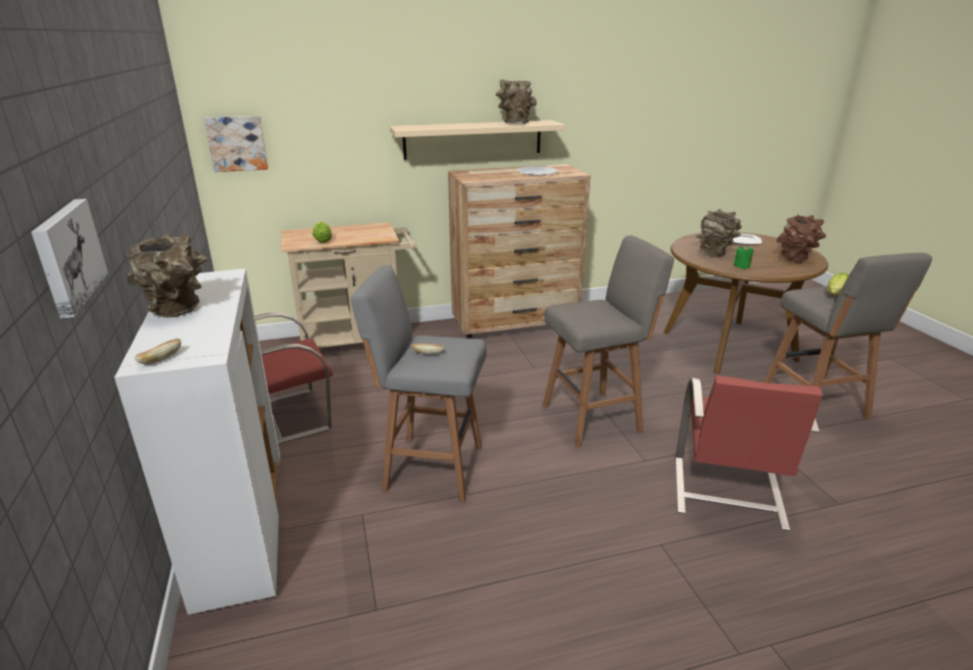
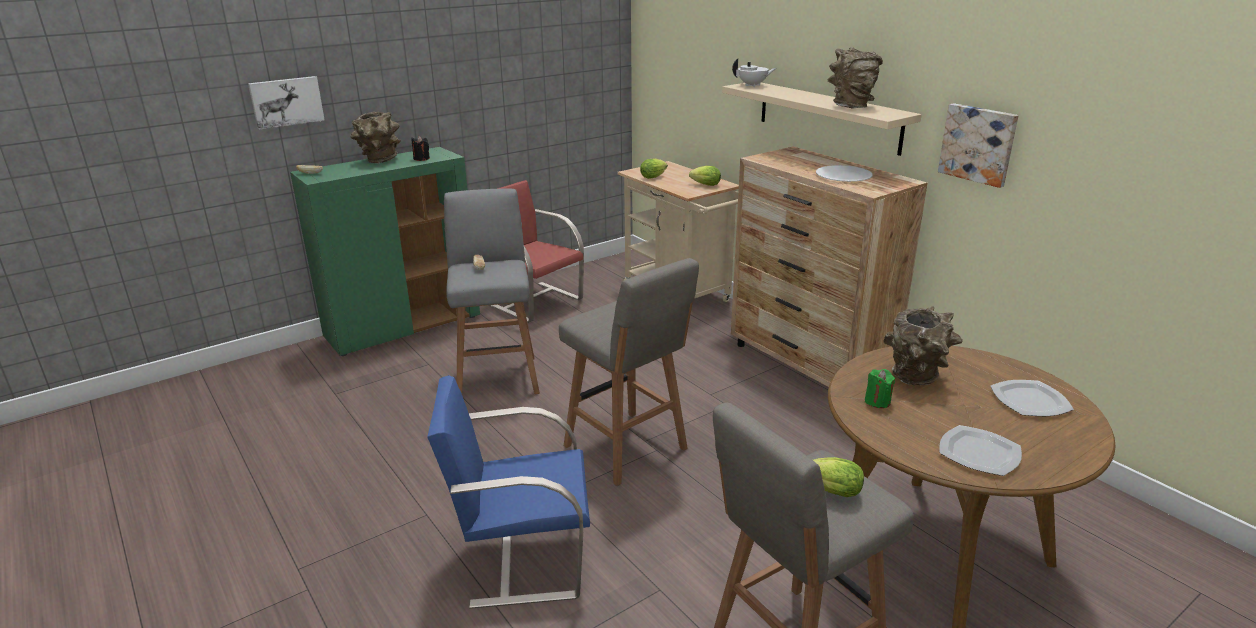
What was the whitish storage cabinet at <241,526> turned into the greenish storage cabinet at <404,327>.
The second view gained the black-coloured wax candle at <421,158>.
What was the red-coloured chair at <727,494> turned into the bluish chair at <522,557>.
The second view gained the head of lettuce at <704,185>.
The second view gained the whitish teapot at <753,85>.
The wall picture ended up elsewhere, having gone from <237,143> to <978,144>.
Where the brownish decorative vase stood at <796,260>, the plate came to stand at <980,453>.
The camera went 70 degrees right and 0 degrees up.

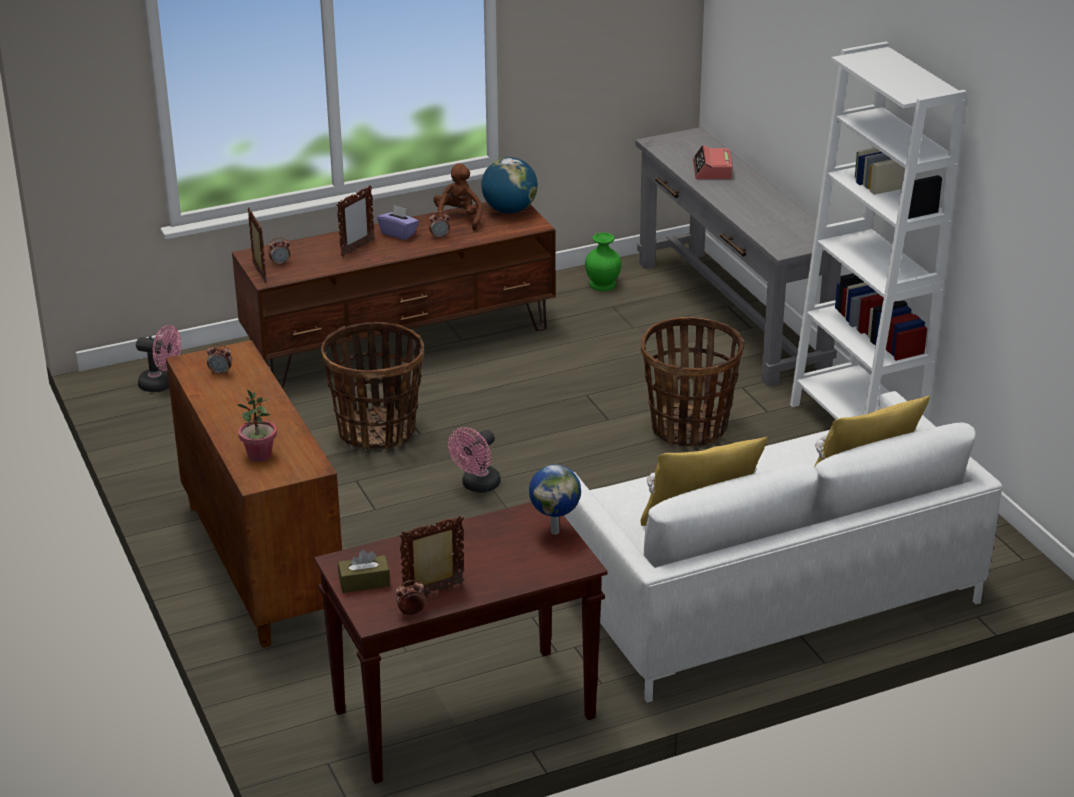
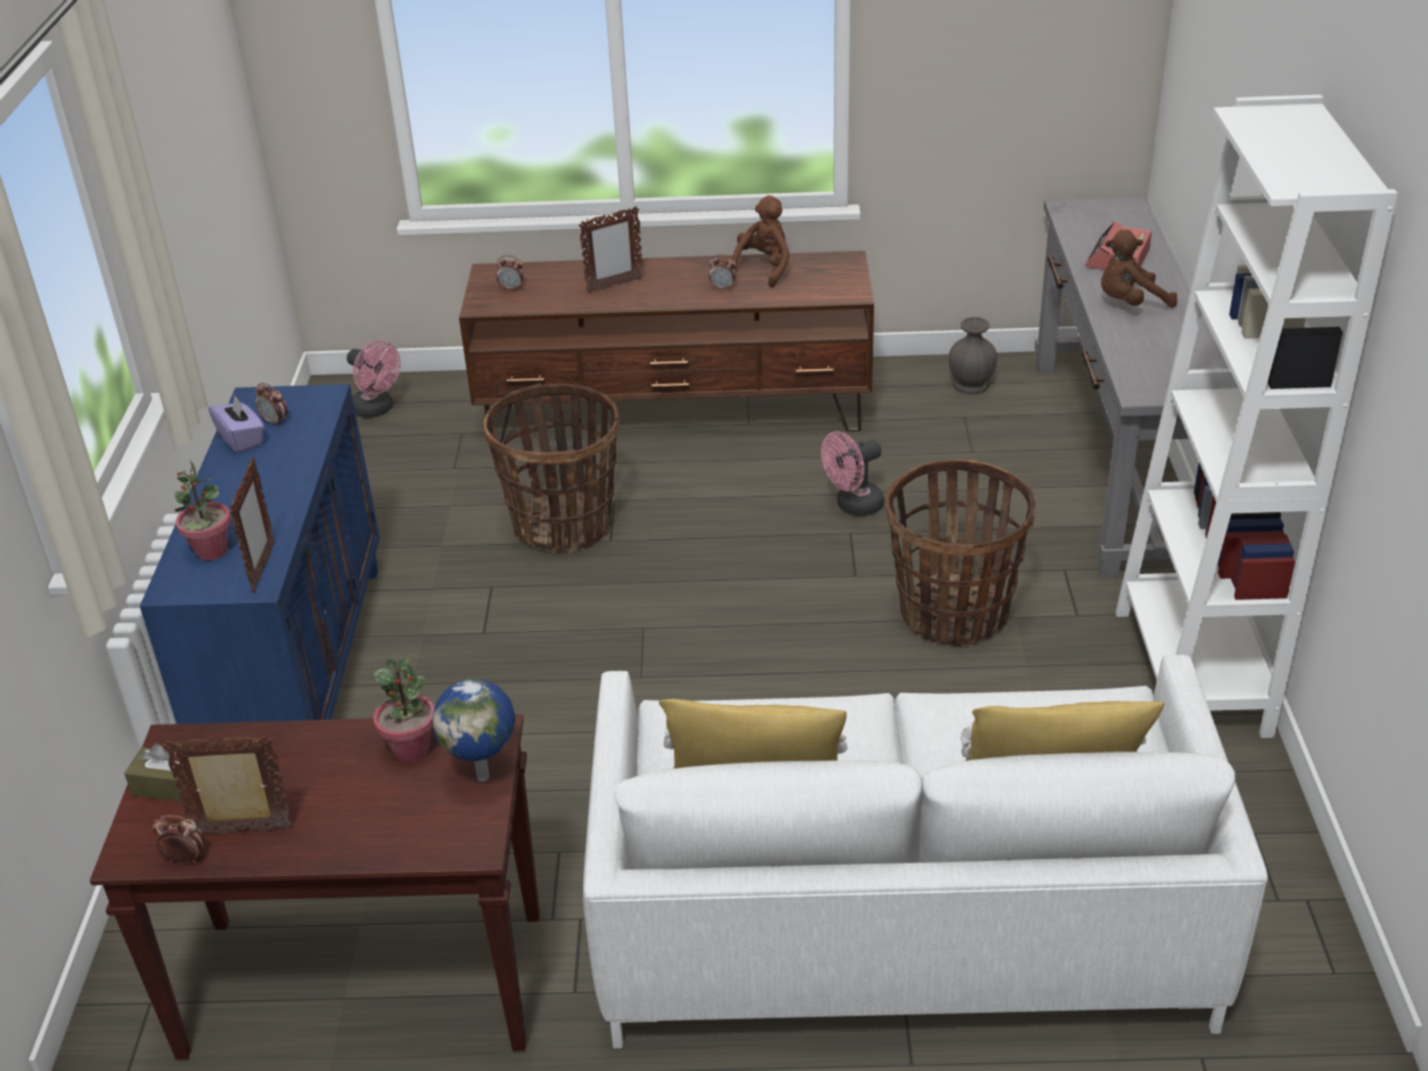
What was the brownish storage cabinet at <259,563> turned into the bluish storage cabinet at <299,673>.
The purple tissue box ended up elsewhere, having gone from <398,233> to <241,439>.
The picture frame ended up elsewhere, having gone from <259,273> to <263,568>.
The second view gained the potted plant at <411,749>.
The pink fan ended up elsewhere, having gone from <477,486> to <853,506>.
What was the greenish decorative vase at <603,284> turned into the greyish decorative vase at <971,384>.
The second view gained the brownish cuddly toy at <1130,303>.
The second view lost the world globe at <509,210>.
The camera went 25 degrees right and 5 degrees up.

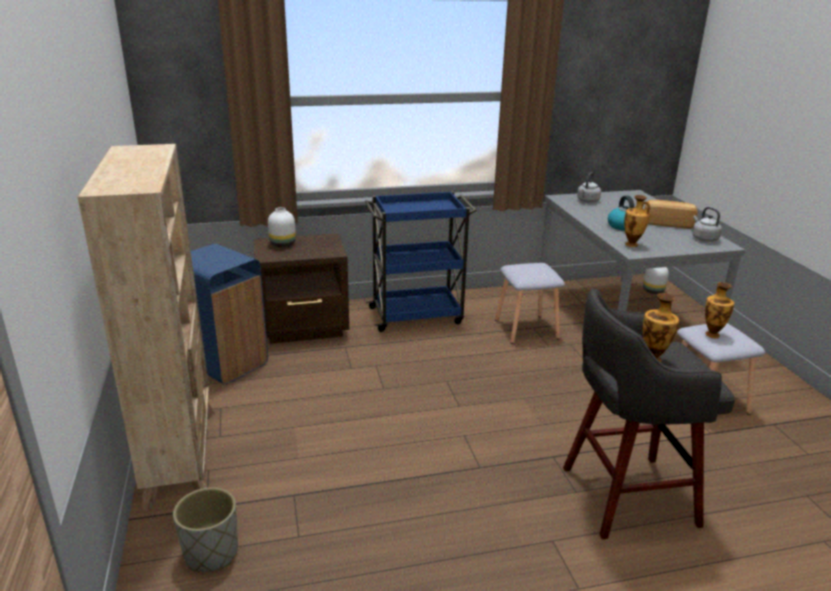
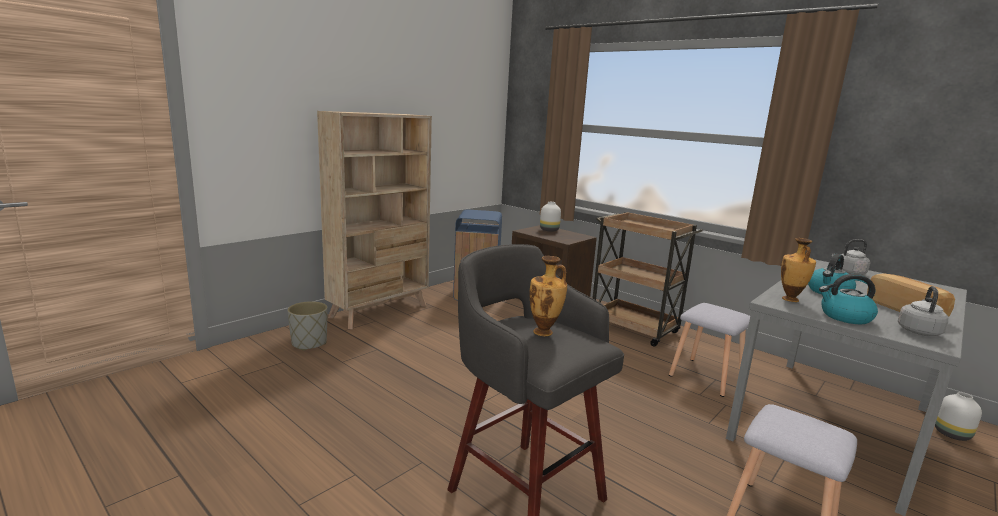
What was the bluish cart at <417,315> turned into the brownish cart at <634,328>.
The second view gained the tea kettle at <845,317>.
The second view lost the decorative vase at <712,334>.
The camera went 55 degrees right and 10 degrees down.

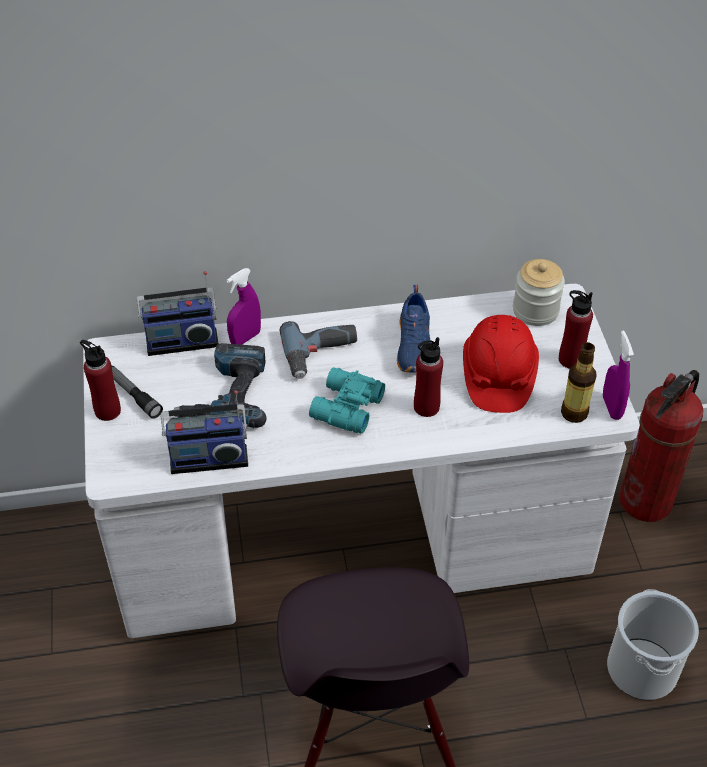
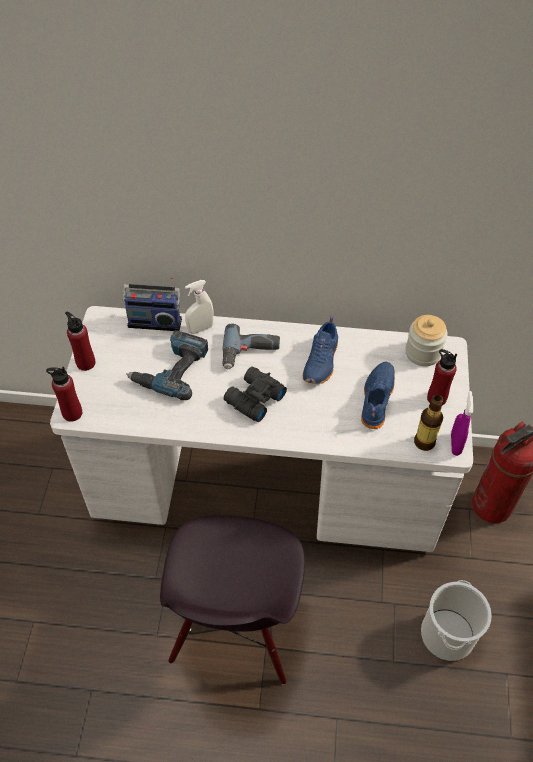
The red-coloured beverage bottle ended up elsewhere, having gone from <426,407> to <72,413>.
What was the purple spray bottle at <245,338> turned into the whitish spray bottle at <200,329>.
What was the turquoise-coloured pair of binoculars at <345,408> turned into the black-coloured pair of binoculars at <253,399>.
Where the red-coloured hard hat stood at <497,376>, the bluish low shoe came to stand at <375,399>.
The second view lost the flashlight at <134,395>.
The second view lost the radio receiver at <209,457>.
The camera went 15 degrees right and 5 degrees up.

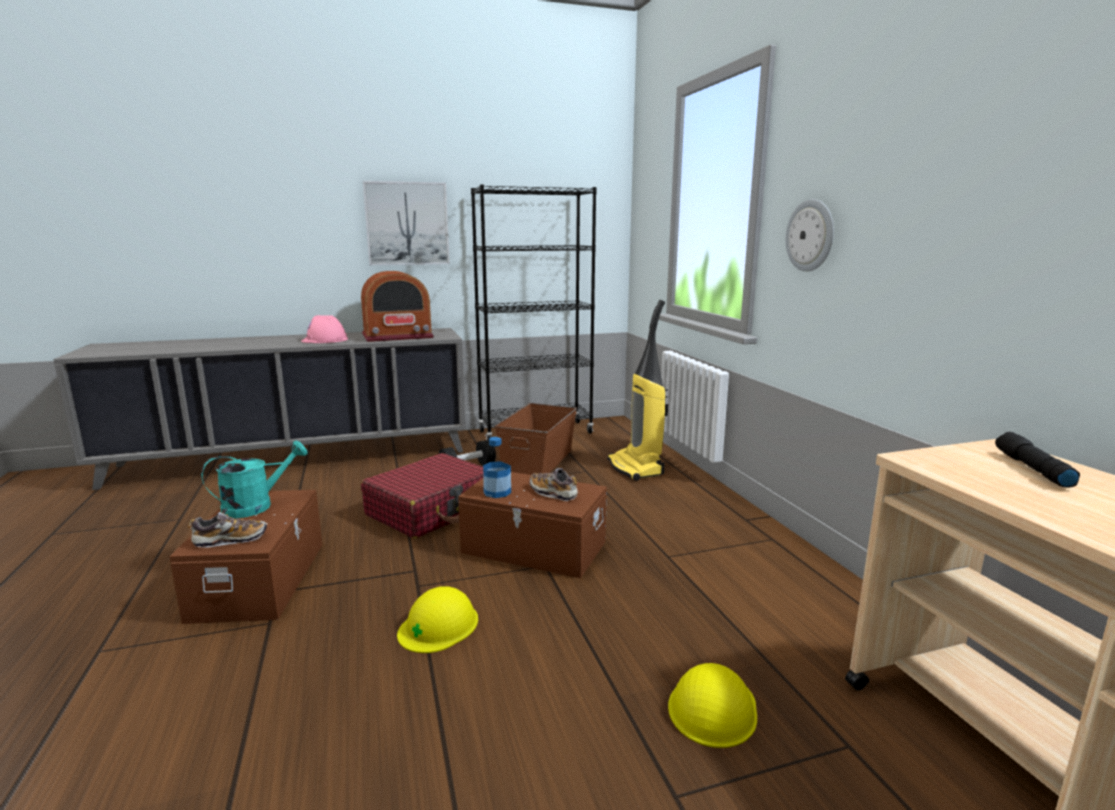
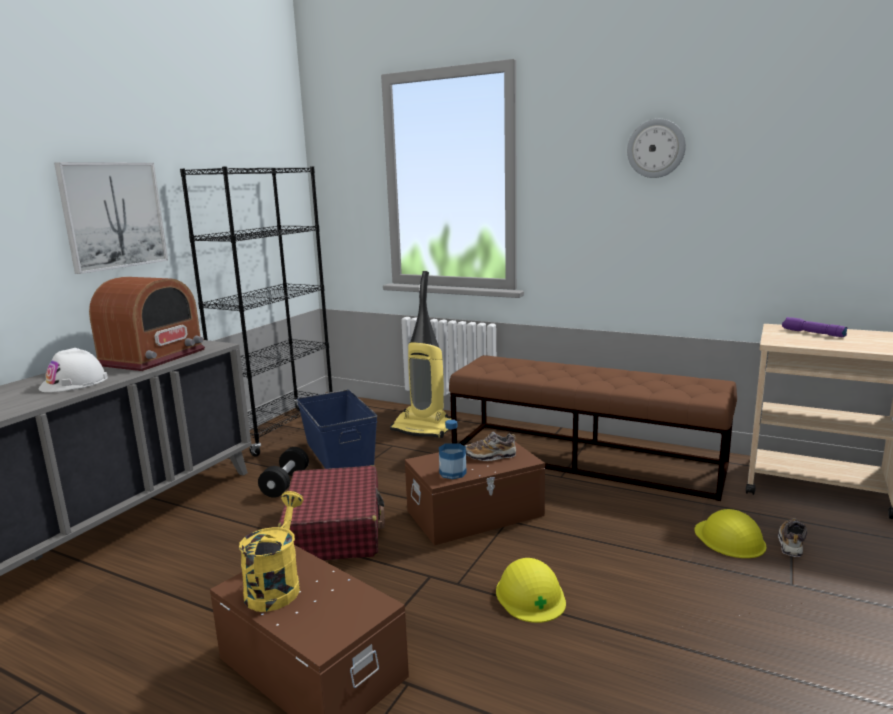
What was the pink hard hat at <325,340> turned into the whitish hard hat at <74,383>.
What was the turquoise-coloured watering can at <256,506> turned into the yellowish watering can at <276,585>.
What was the brownish storage bin at <539,462> turned into the bluish storage bin at <339,454>.
The second view gained the brownish indoor bench at <586,458>.
The wall clock ended up elsewhere, having gone from <810,235> to <656,148>.
The low shoe ended up elsewhere, having gone from <230,540> to <791,543>.
What was the black-coloured flashlight at <1031,469> turned into the purple flashlight at <812,333>.
The camera went 45 degrees left and 0 degrees up.

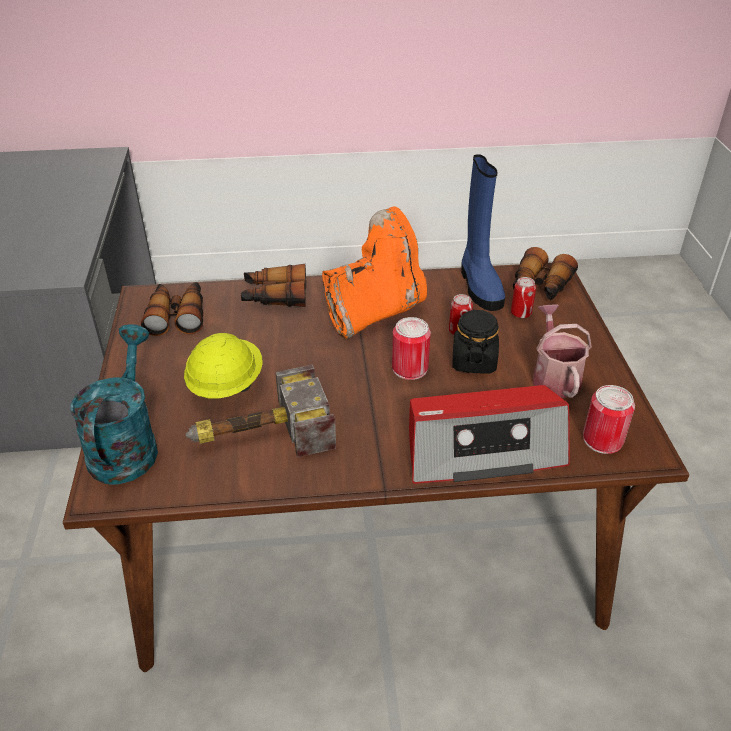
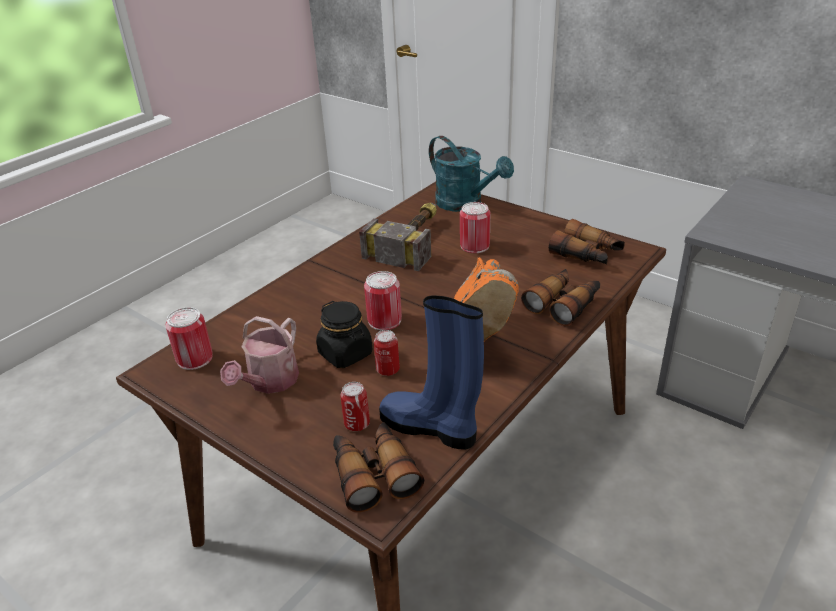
The watering can at <554,376> ended up facing another way, 75 degrees clockwise from before.
Where the yellowish hard hat stood at <226,385>, the sealed can came to stand at <474,246>.
The second view lost the radio receiver at <482,449>.
The camera went 135 degrees right and 5 degrees down.

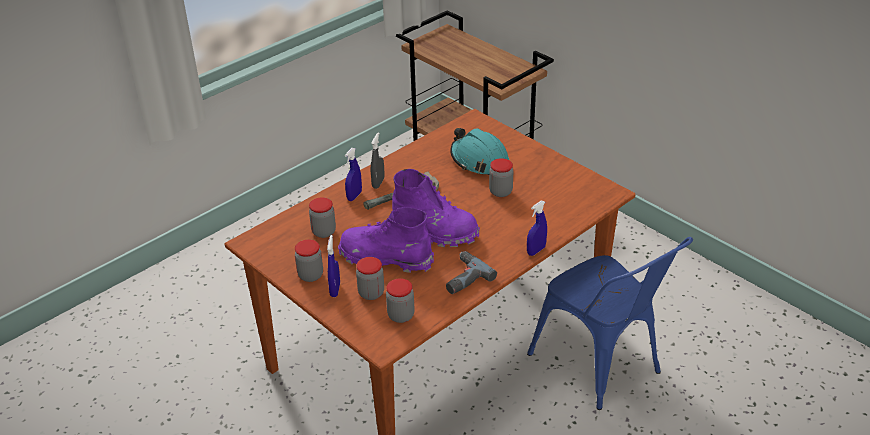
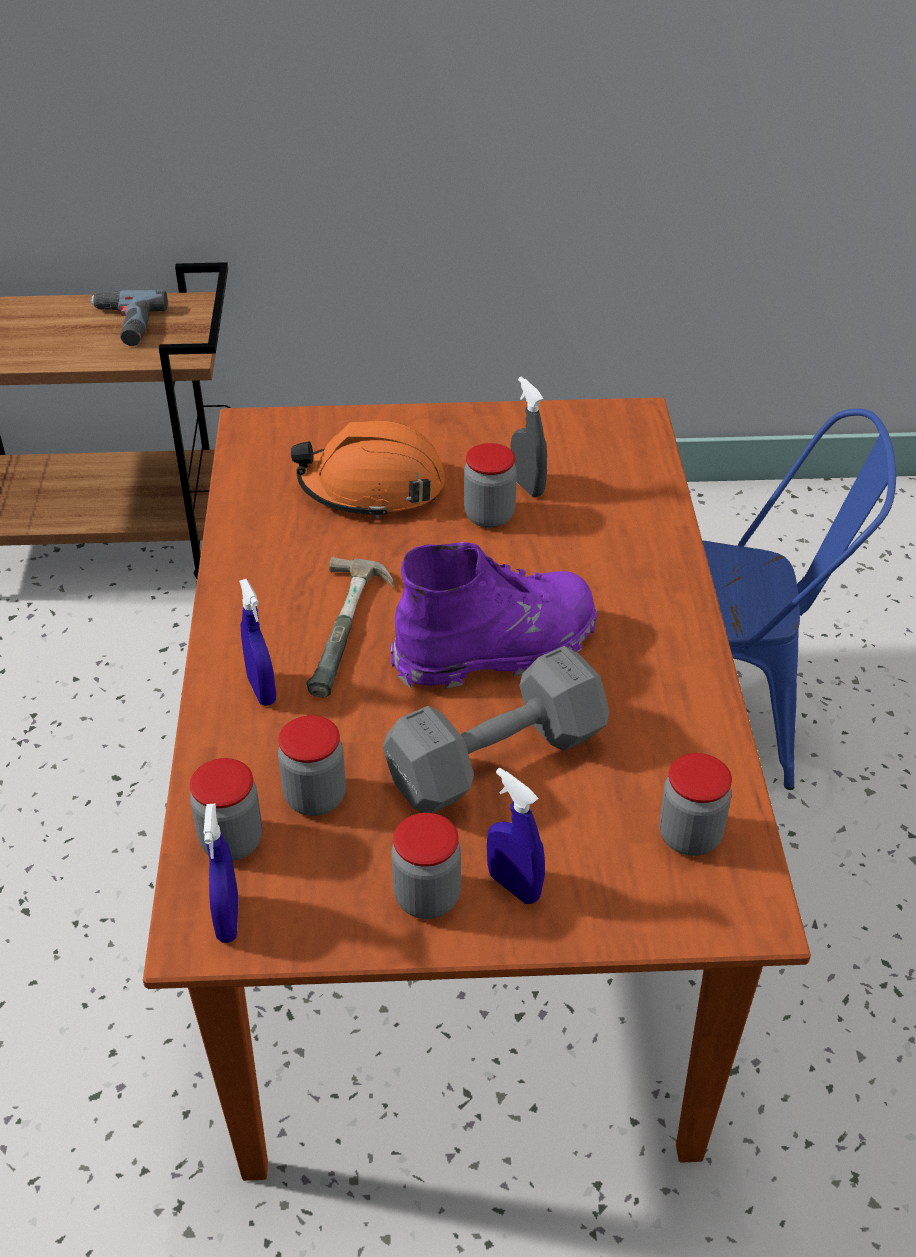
The drill ended up elsewhere, having gone from <462,277> to <124,325>.
The storage jar ended up elsewhere, having gone from <371,293> to <231,841>.
The bluish spray bottle ended up elsewhere, having gone from <536,250> to <228,920>.
What was the turquoise-coloured hard hat at <479,160> turned into the orangey hard hat at <372,487>.
Where the purple tall boot stood at <386,258>, the greyish dumbbell came to stand at <501,758>.
The greyish spray bottle ended up elsewhere, having gone from <378,183> to <527,486>.
The camera went 50 degrees left and 5 degrees up.

